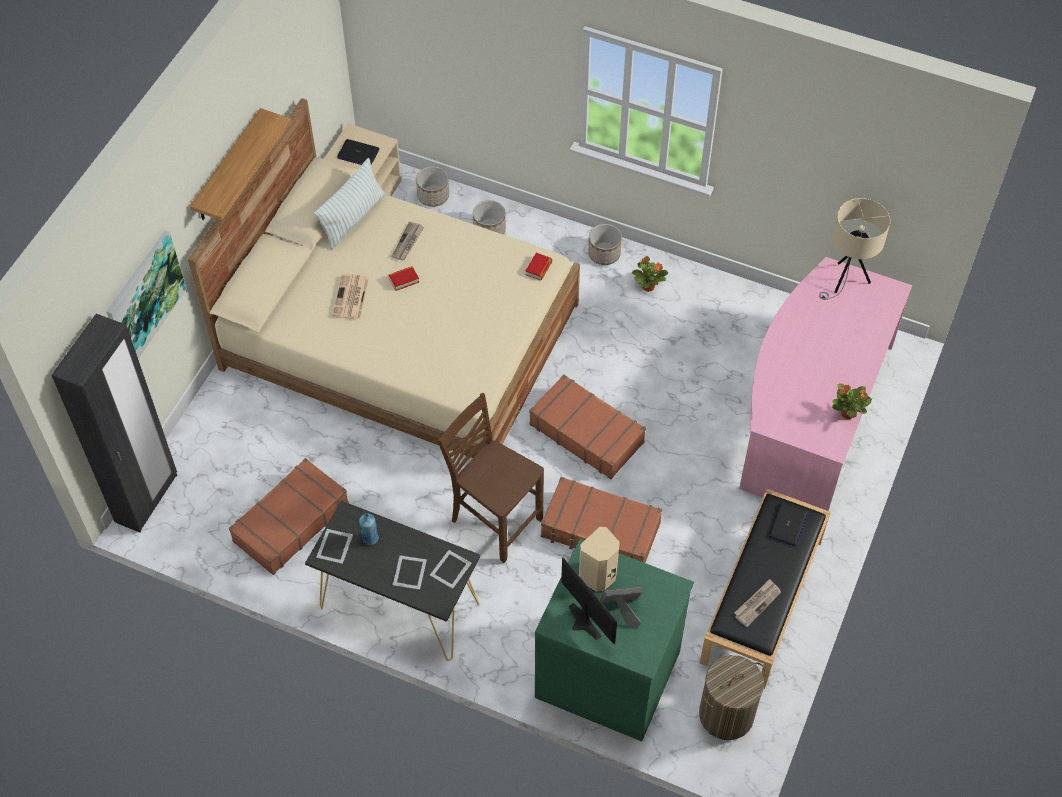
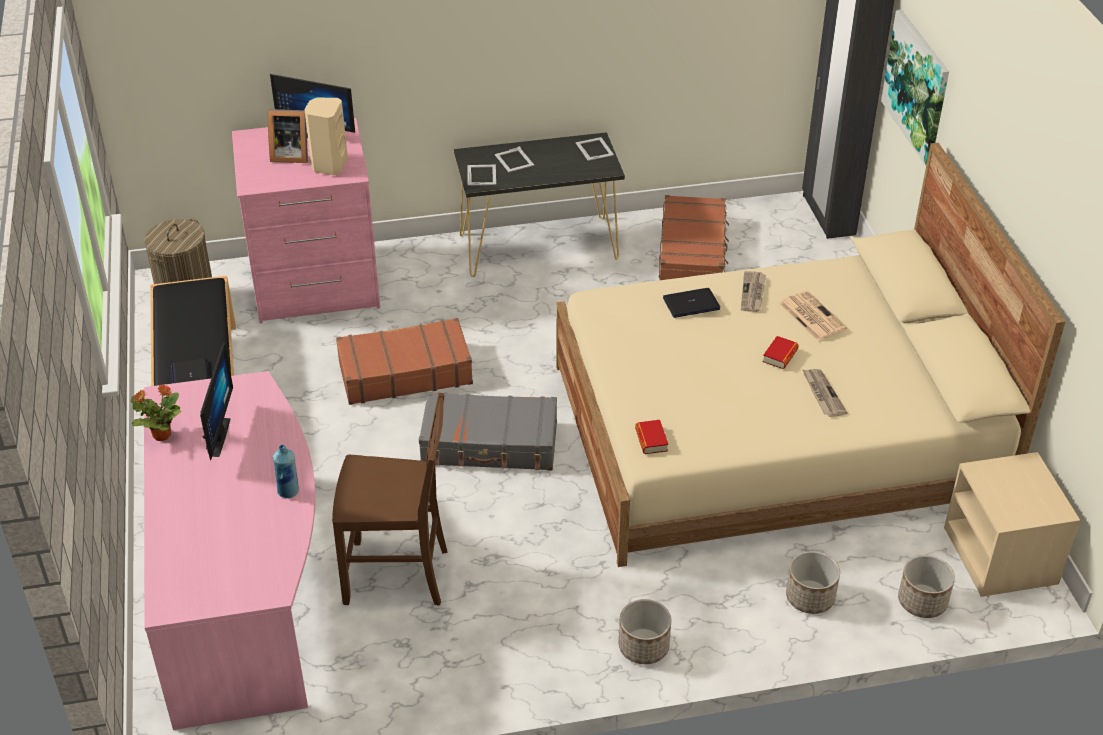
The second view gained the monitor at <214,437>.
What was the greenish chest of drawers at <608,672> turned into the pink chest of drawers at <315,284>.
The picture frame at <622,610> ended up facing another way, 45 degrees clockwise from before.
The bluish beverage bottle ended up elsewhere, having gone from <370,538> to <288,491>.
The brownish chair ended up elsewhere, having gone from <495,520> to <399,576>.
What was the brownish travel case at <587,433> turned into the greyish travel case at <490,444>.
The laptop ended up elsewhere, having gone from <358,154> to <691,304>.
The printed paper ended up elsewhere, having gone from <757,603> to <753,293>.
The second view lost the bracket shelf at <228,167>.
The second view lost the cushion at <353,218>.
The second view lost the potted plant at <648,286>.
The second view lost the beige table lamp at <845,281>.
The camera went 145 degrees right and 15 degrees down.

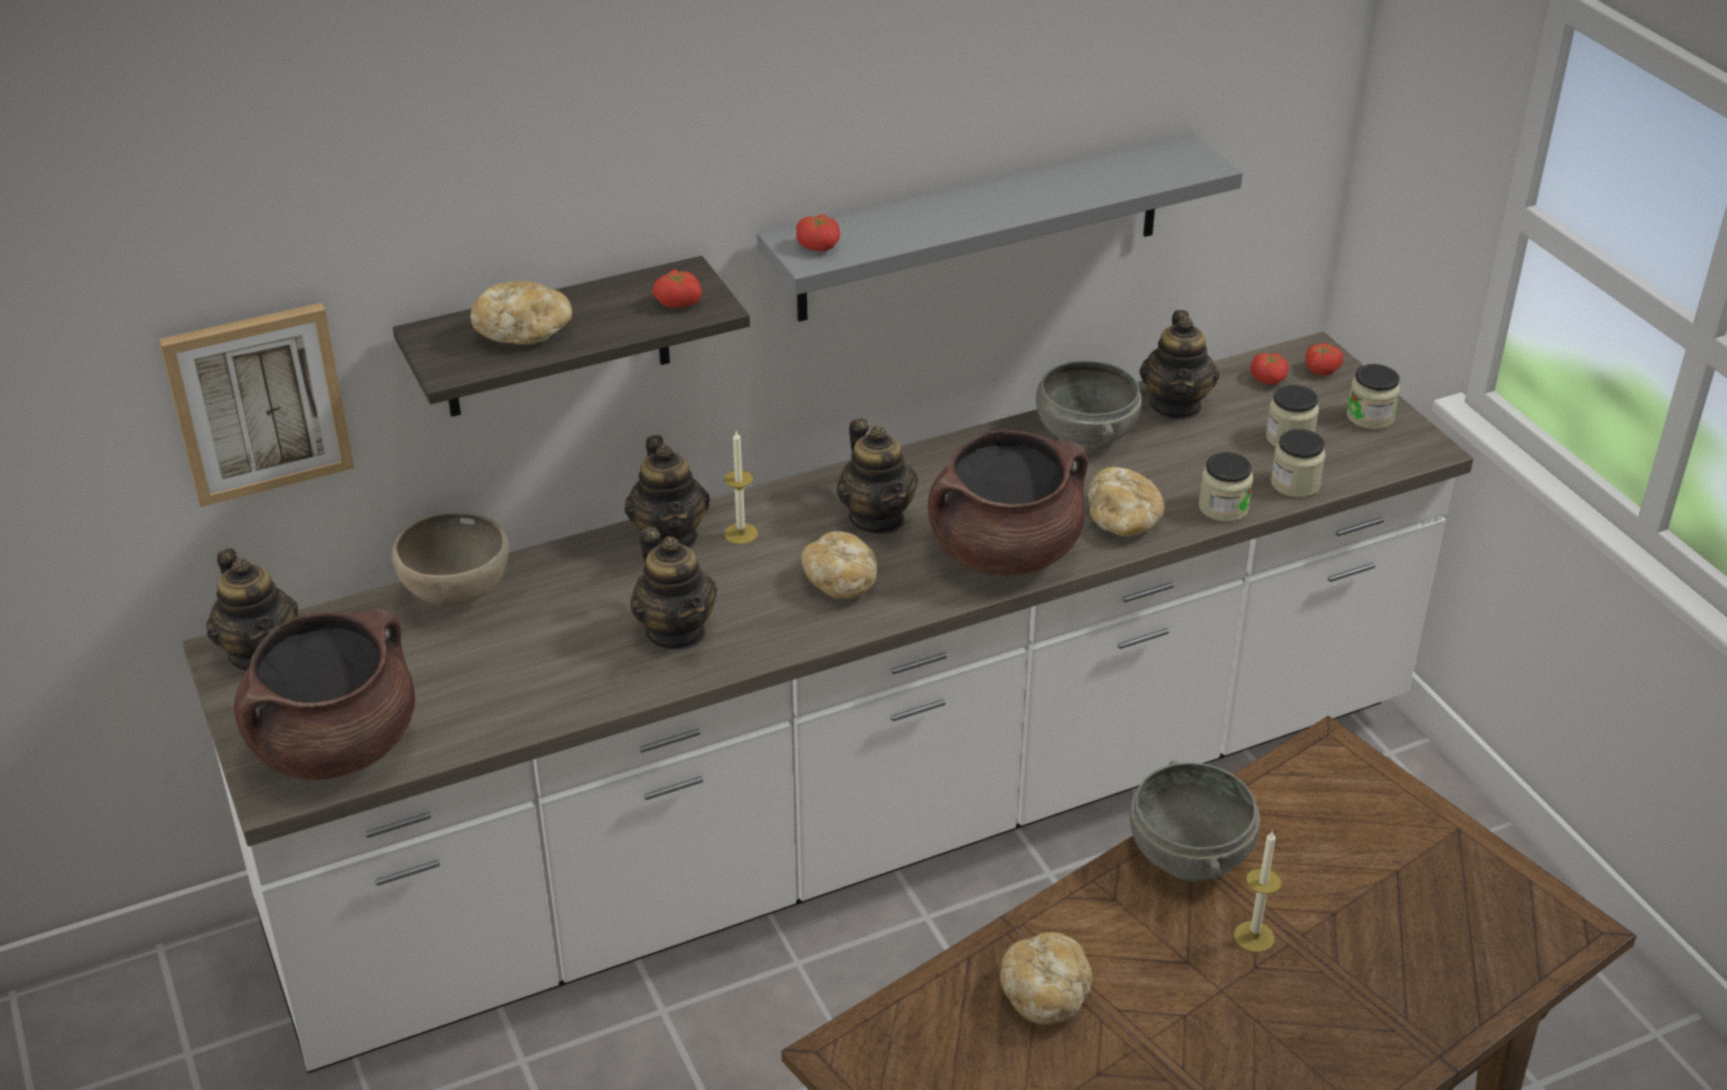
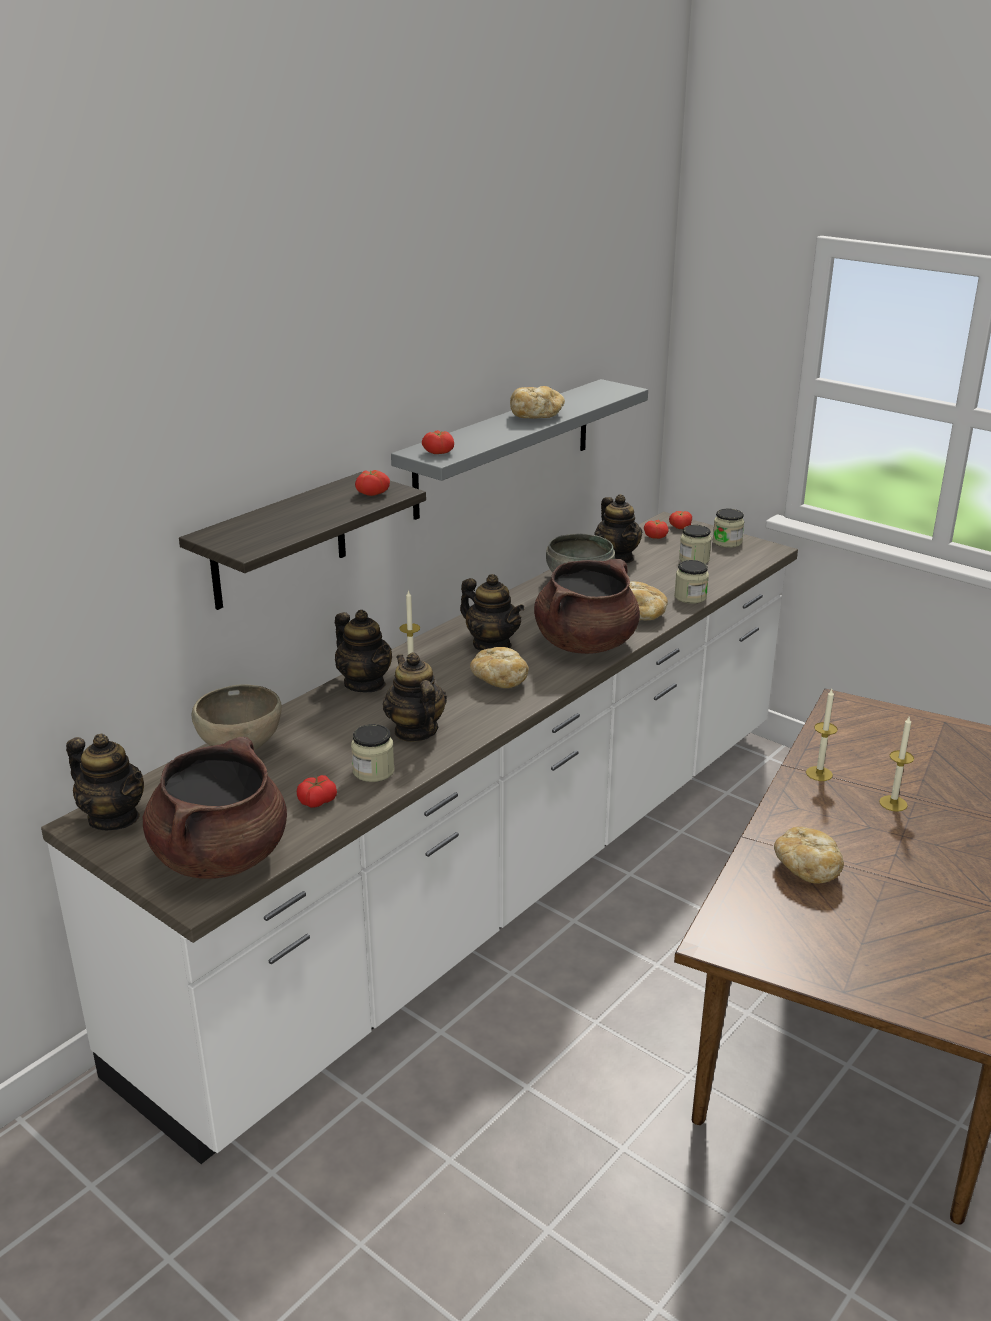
The second view gained the whole tomato at <317,800>.
The storage jar ended up elsewhere, having gone from <1295,484> to <373,771>.
The teapot at <676,631> ended up facing another way, 150 degrees counterclockwise from before.
The bread ended up elsewhere, having gone from <524,332> to <536,416>.
Where the greyish deep dish stood at <1191,855>, the wax candle came to stand at <819,773>.
The second view lost the wall picture at <258,402>.
The camera went 25 degrees left and 10 degrees down.

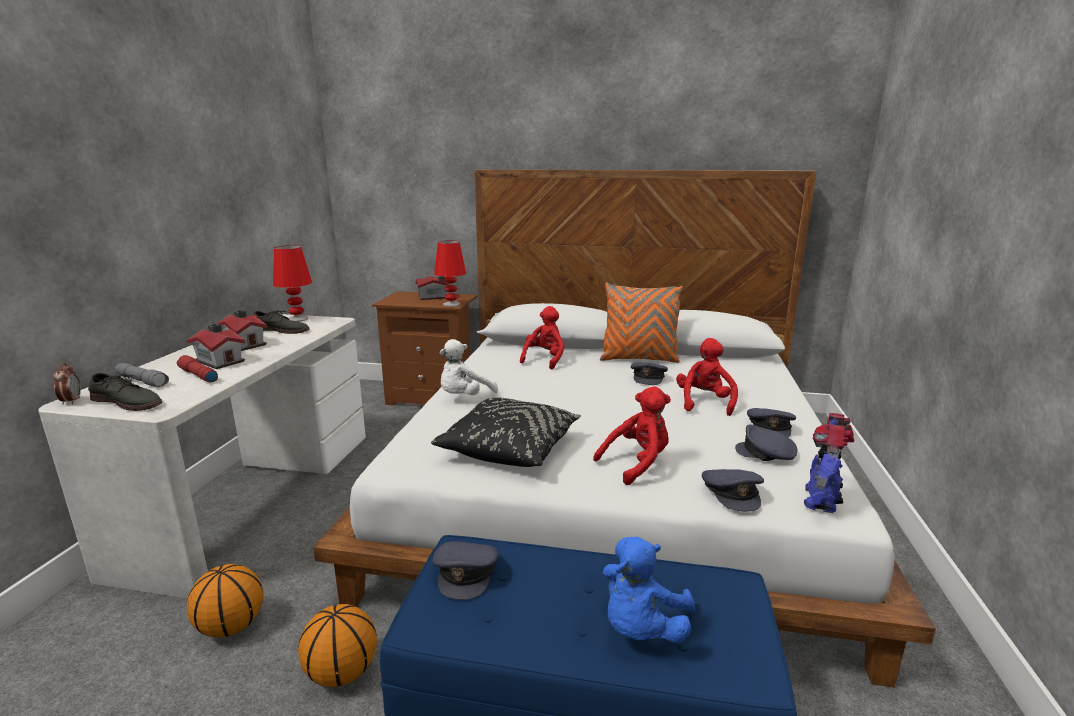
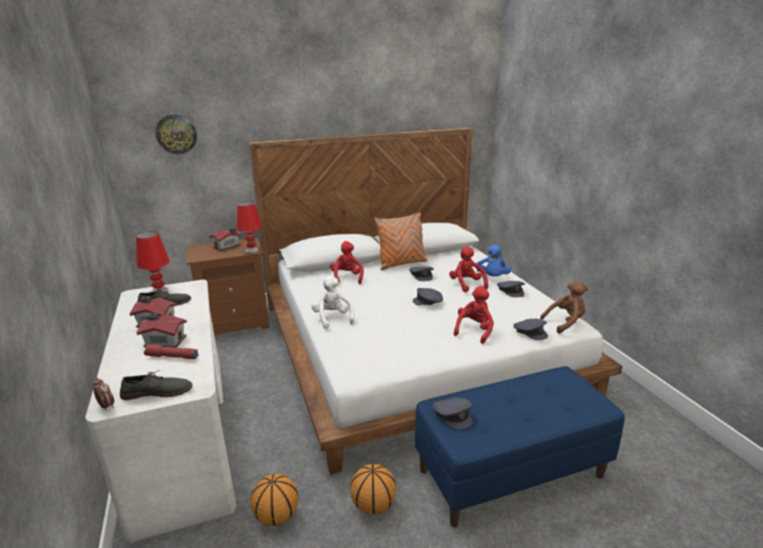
The second view gained the wall clock at <176,134>.
The whitish cuddly toy at <464,397> ended up facing another way, 150 degrees clockwise from before.
The greyish cap ended up elsewhere, having gone from <766,454> to <428,301>.
The bluish cuddly toy ended up elsewhere, having gone from <641,629> to <492,277>.
Where the model robot stood at <822,499>, the brownish cuddly toy came to stand at <565,323>.
The second view lost the greyish flashlight at <143,381>.
The second view lost the black-coloured cushion at <510,448>.
The camera went 30 degrees left and 5 degrees up.

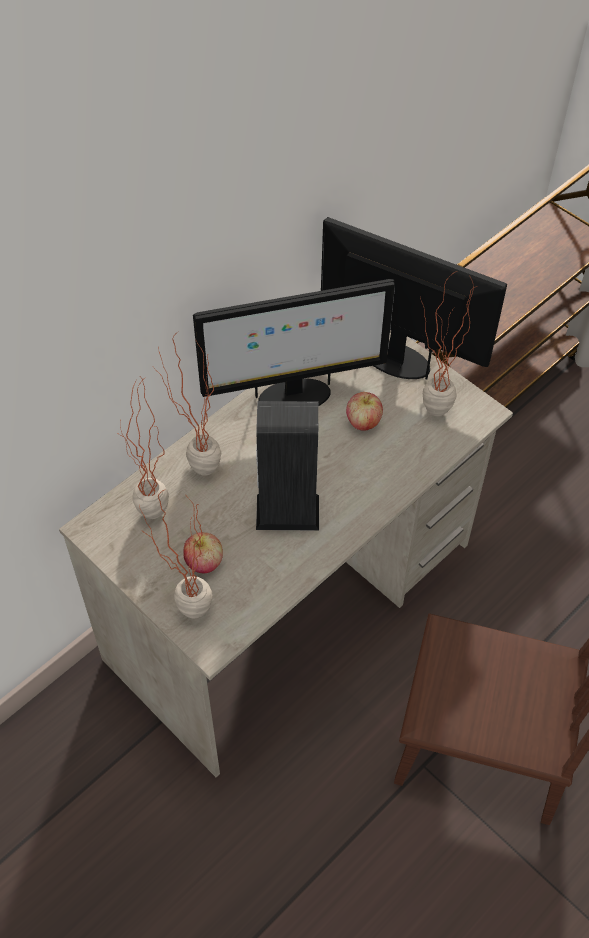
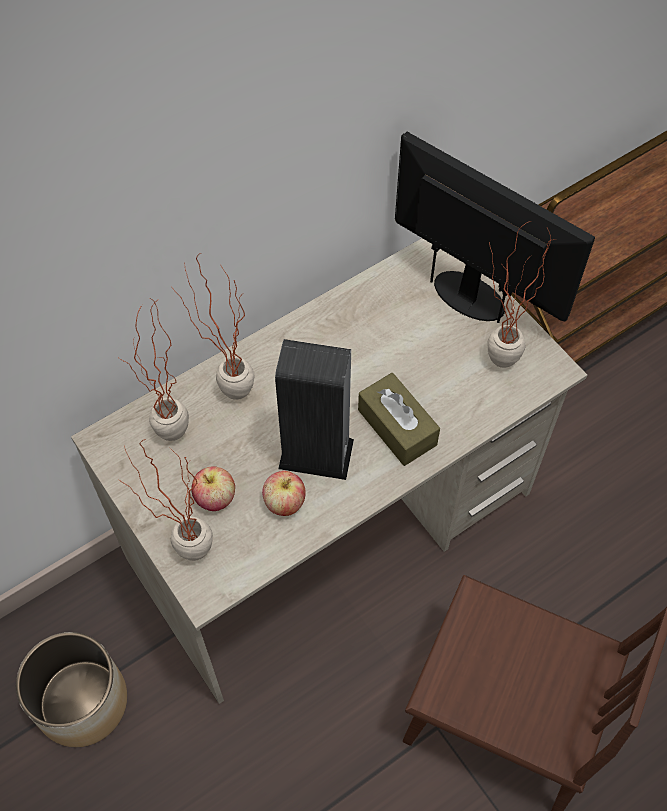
The second view gained the flower pot at <82,701>.
The whole apple ended up elsewhere, having gone from <363,422> to <284,503>.
The second view gained the brownish tissue box at <397,427>.
The second view lost the monitor at <293,397>.
The camera went 10 degrees right and 5 degrees up.

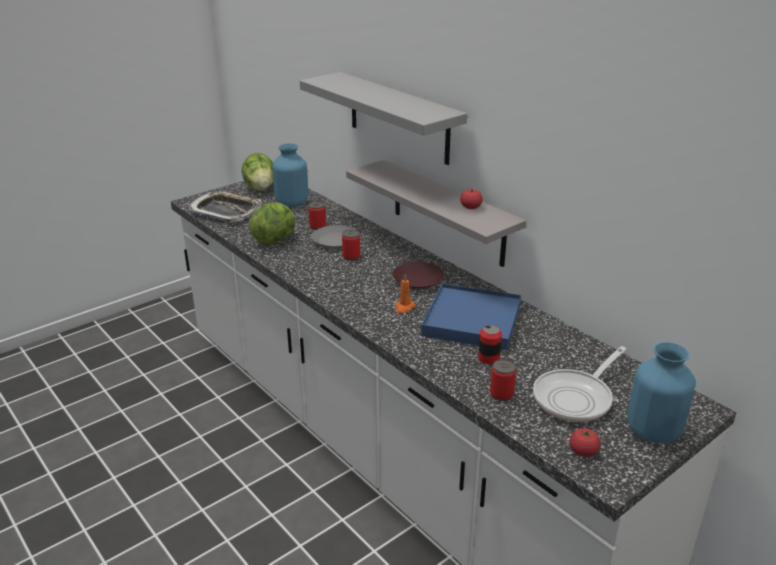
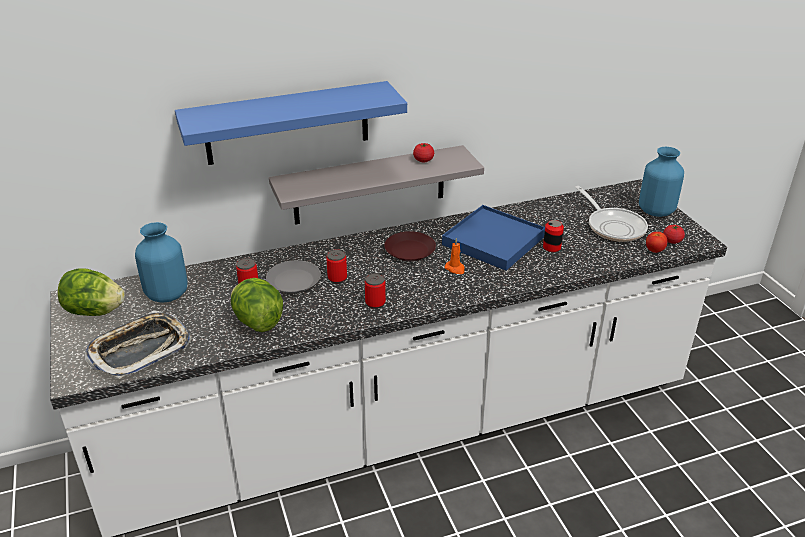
What was the greyish bracket shelf at <398,118> turned into the bluish bracket shelf at <287,123>.
The sealed can ended up elsewhere, having gone from <501,394> to <375,303>.
The second view gained the whole tomato at <654,250>.
The camera went 70 degrees left and 5 degrees up.

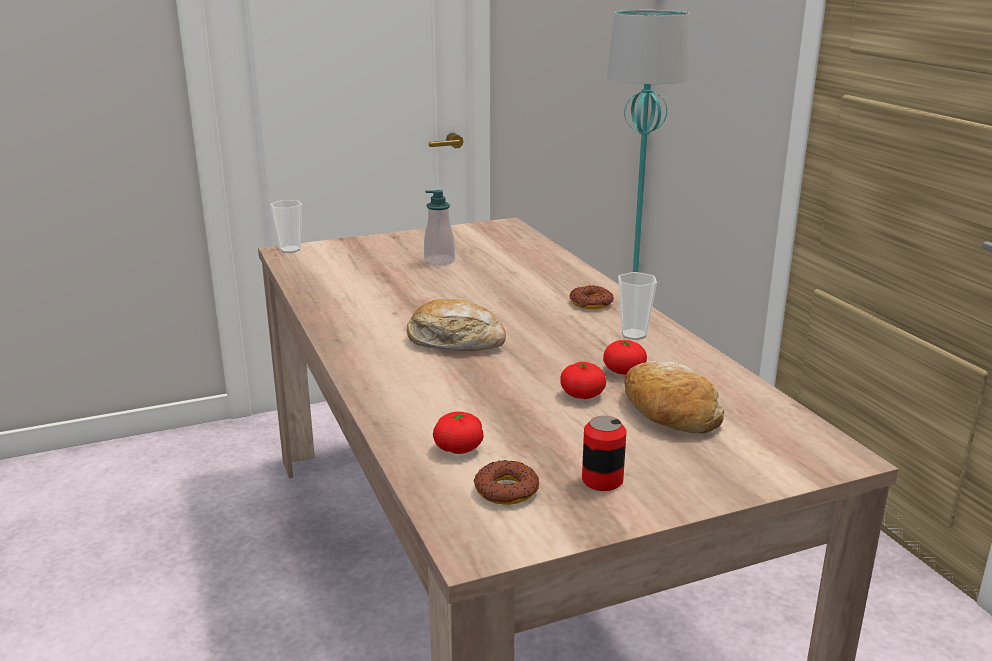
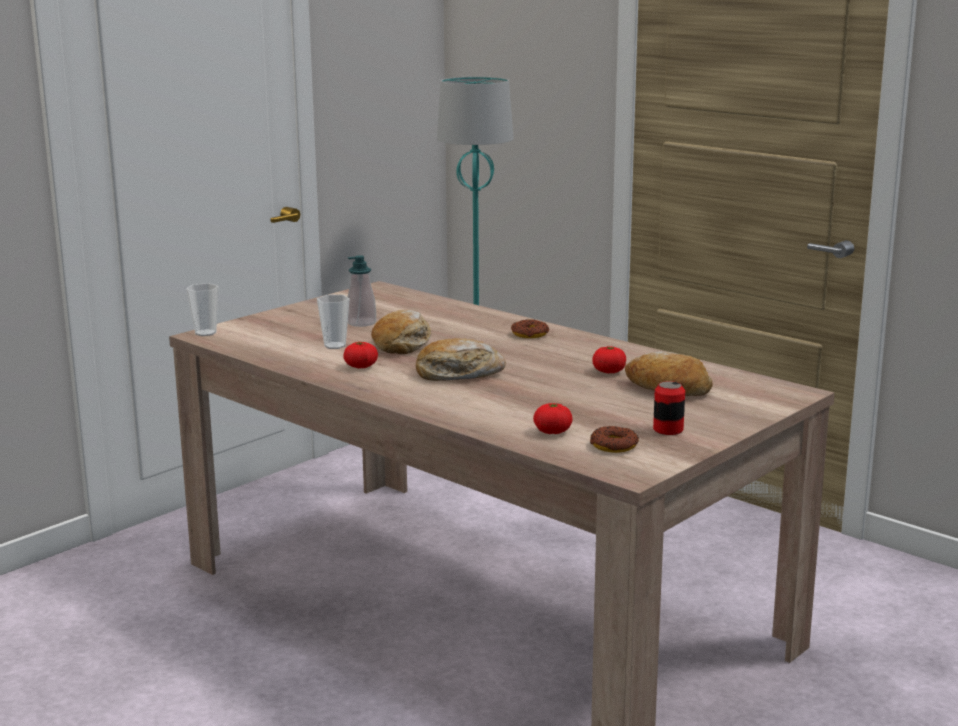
The drinking cup ended up elsewhere, having gone from <633,335> to <335,346>.
The whole tomato ended up elsewhere, having gone from <582,395> to <361,366>.
The second view gained the bread at <403,344>.
The camera went 25 degrees left and 5 degrees down.

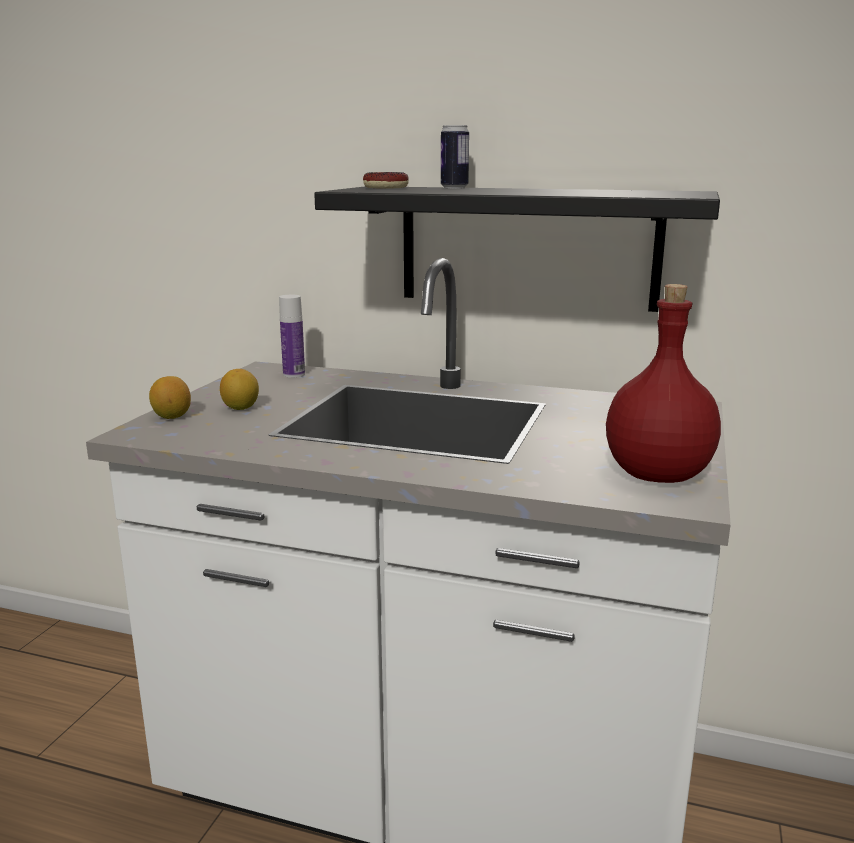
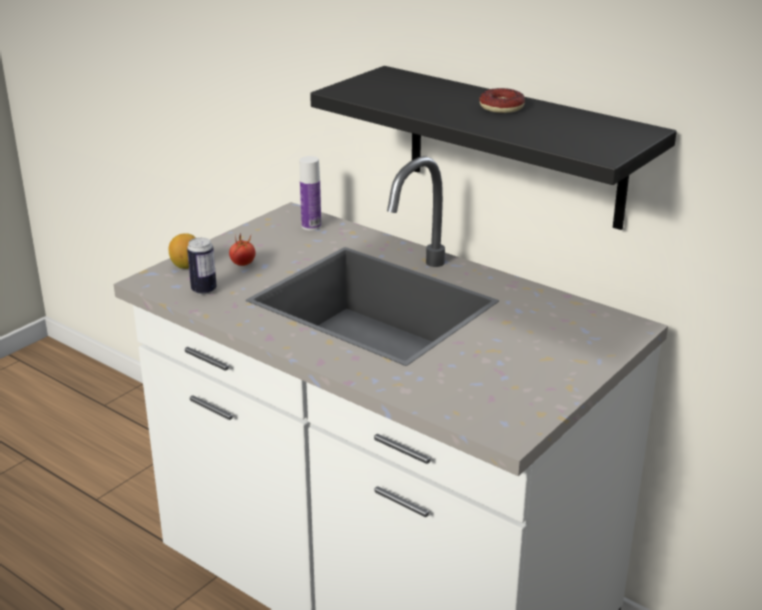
The sealed can ended up elsewhere, having gone from <454,188> to <204,290>.
Where the whole lemon stood at <240,408>, the whole tomato came to stand at <243,264>.
The doughnut ended up elsewhere, having gone from <386,187> to <501,107>.
The second view lost the red-coloured beverage bottle at <658,474>.
The camera went 20 degrees right and 10 degrees up.

